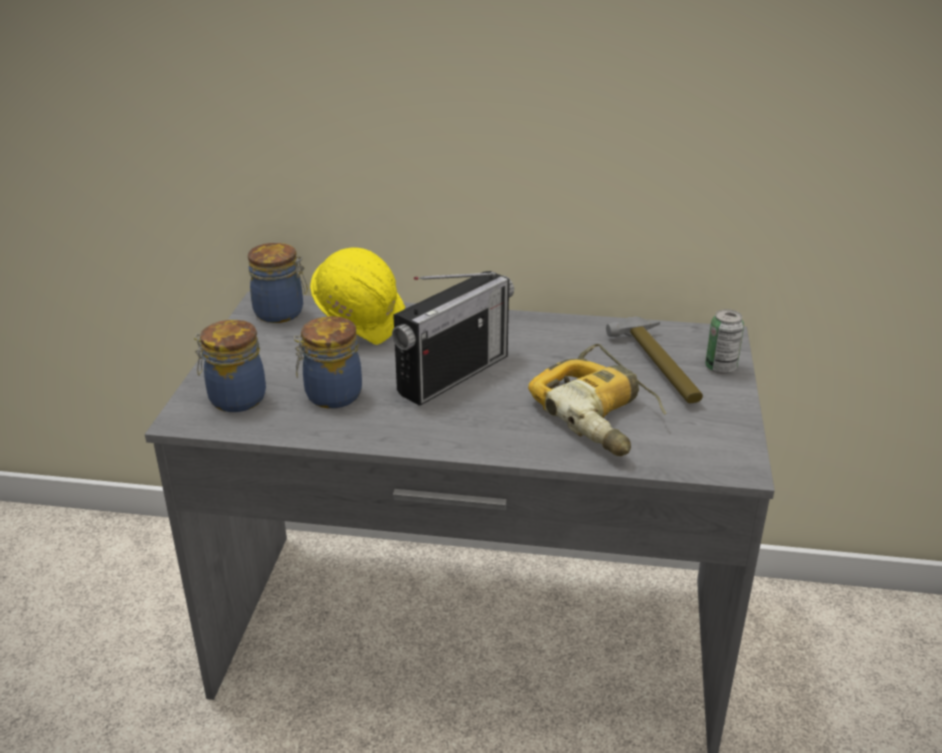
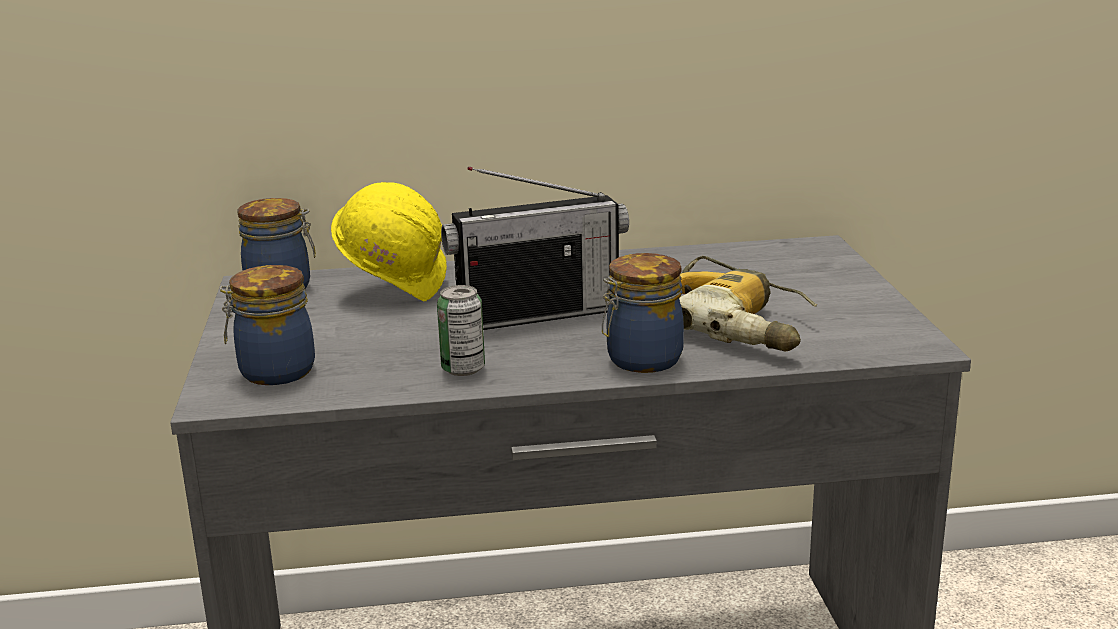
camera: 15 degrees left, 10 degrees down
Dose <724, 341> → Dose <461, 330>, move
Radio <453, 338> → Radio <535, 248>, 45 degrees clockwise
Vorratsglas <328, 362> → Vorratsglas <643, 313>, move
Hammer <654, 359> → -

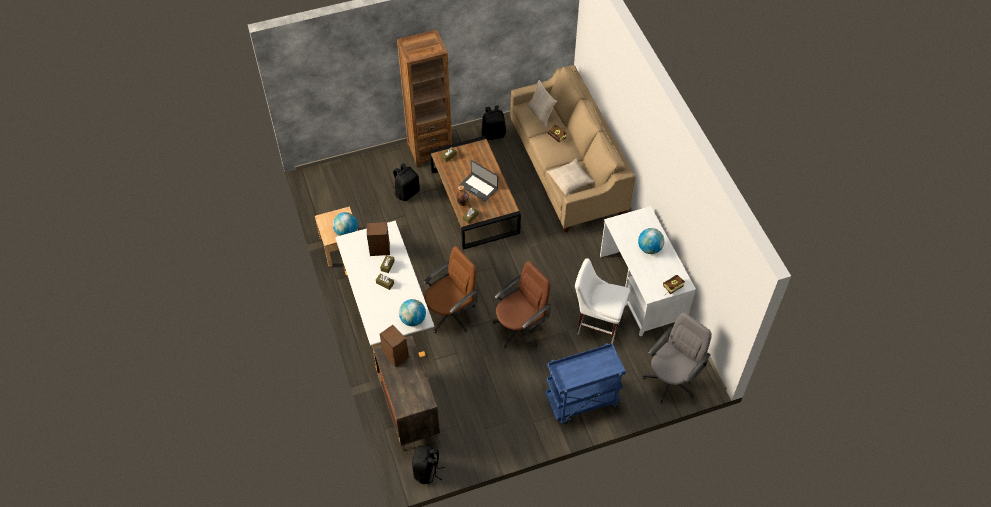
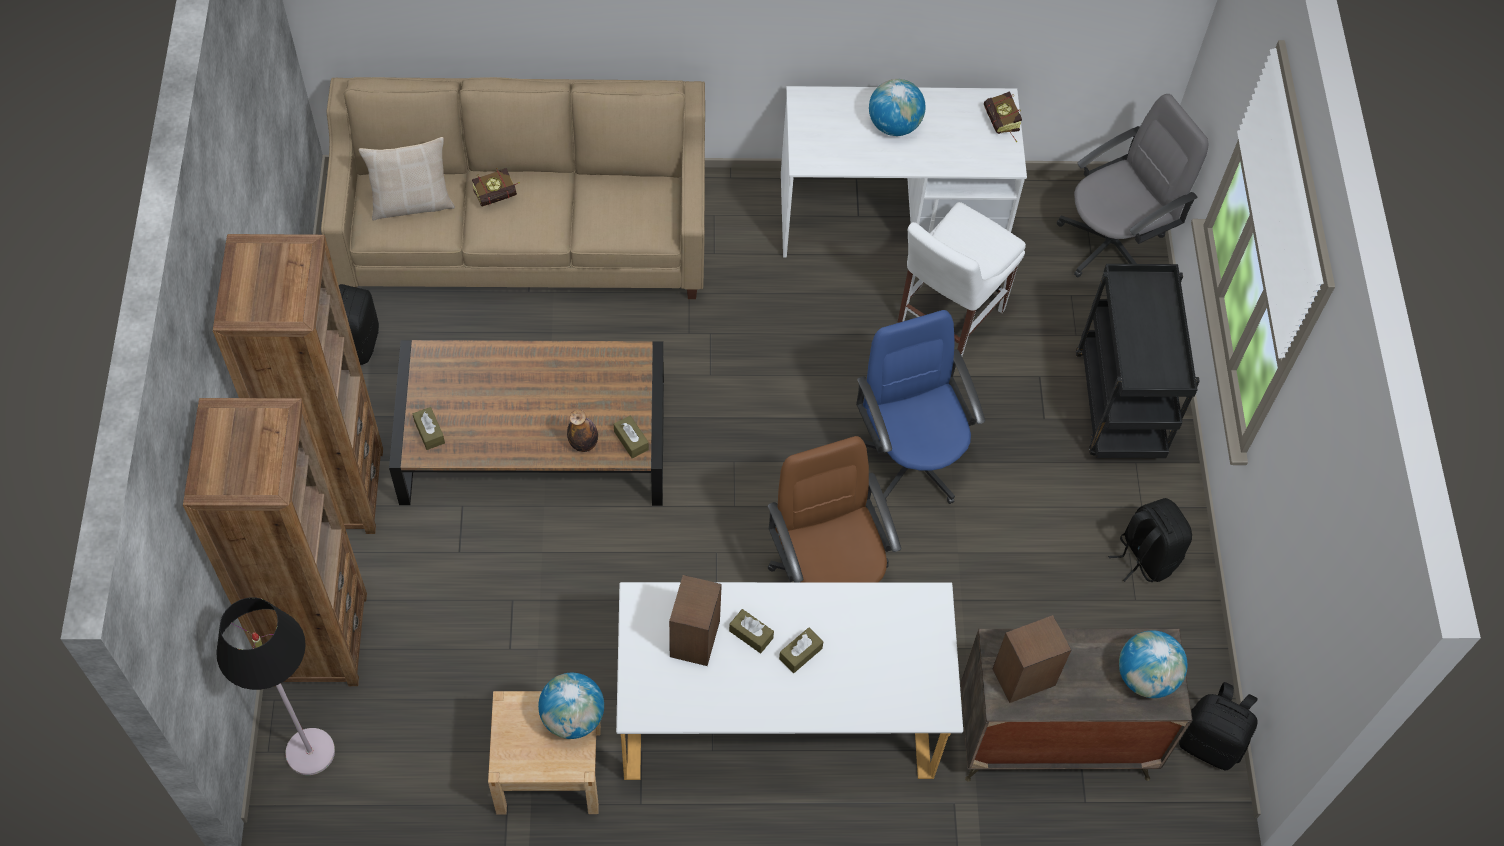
camera: 75 degrees left, 5 degrees up
- → Bücherregal/braun <275, 542>
- → Stehlampe/schwarz <275, 686>
Bürostuhl/braun <522, 304> → Bürostuhl/blau <920, 407>
Bürostuhl/grau <677, 357> → Bürostuhl/grau <1133, 185>, 90 degrees clockwise
Rollwagen/blau <585, 383> → Rollwagen/schwarz <1138, 361>
Rucksack/schwarz <406, 182> → Rucksack/schwarz <1150, 540>, move
Globus <412, 312> → Globus <1153, 664>, move
Laptop <478, 181> → -
Kissen/beige <571, 177> → -

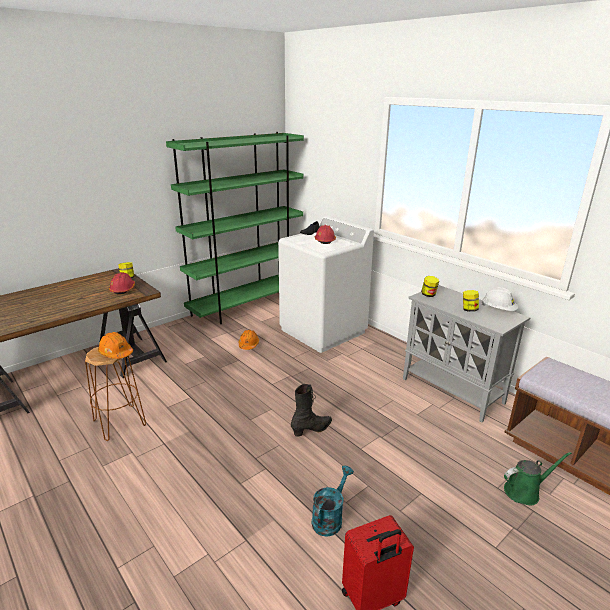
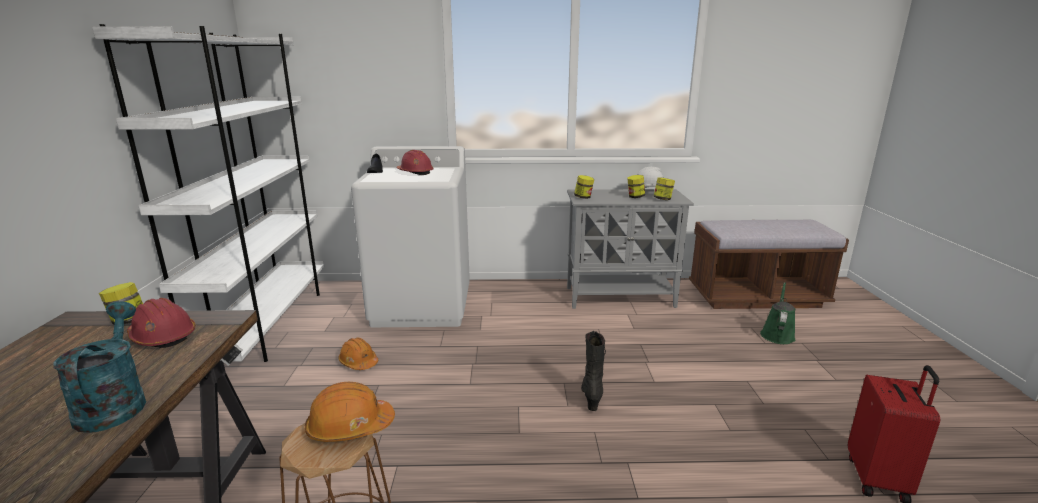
camera: 50 degrees left, 5 degrees down
Gießkanne/türkis <332, 501> → Gießkanne/türkis <99, 367>, move
Bücherregal/grün <235, 228> → Bücherregal/weiß <208, 193>
- → Vorratsglas <664, 189>

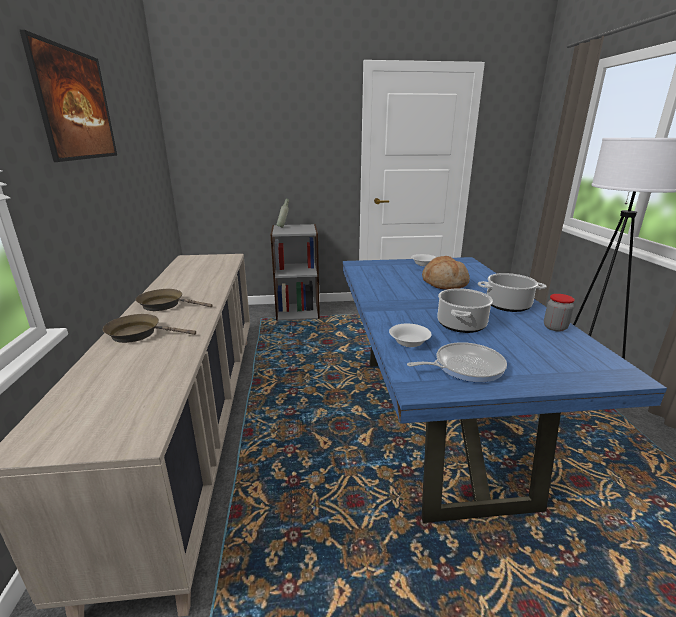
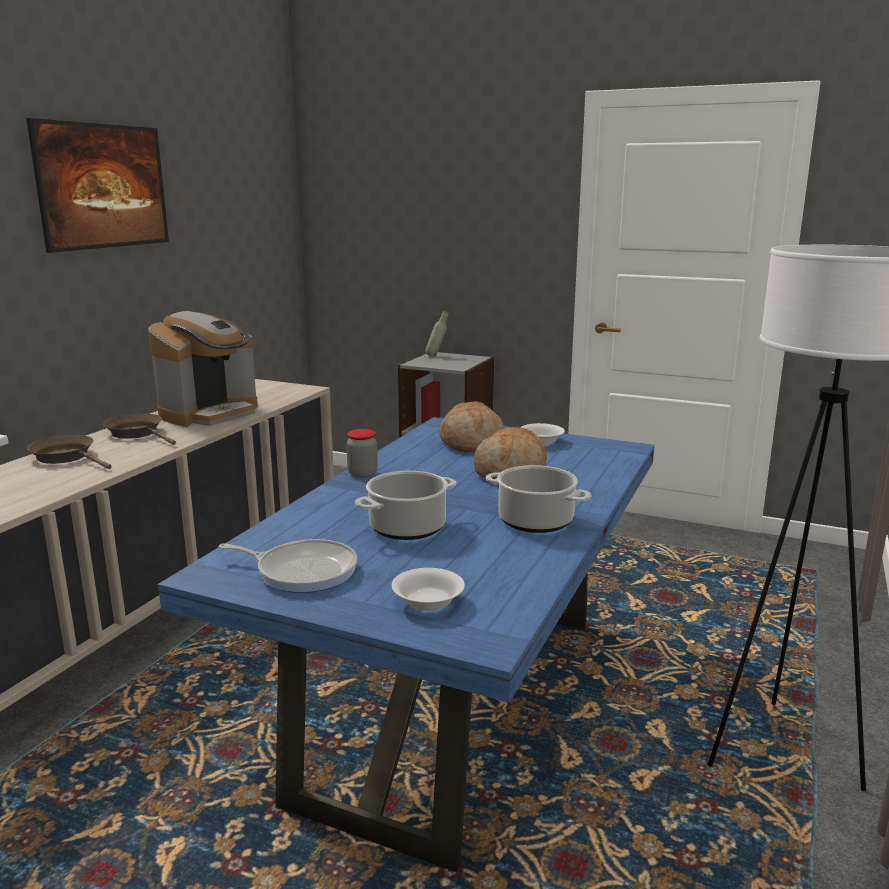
camera: 30 degrees right, 5 degrees down
- → Kaffeemaschine <203, 369>
Vorratsglas <559, 313> → Vorratsglas <362, 453>, move
Schüssel/weiß <410, 335> → Schüssel/weiß <428, 589>, move
- → Brot <472, 426>

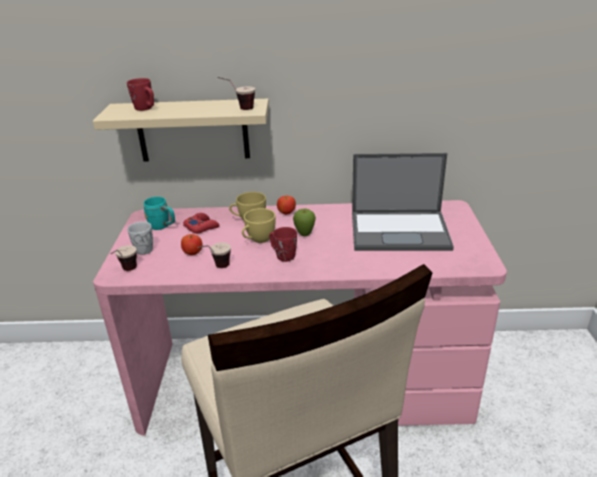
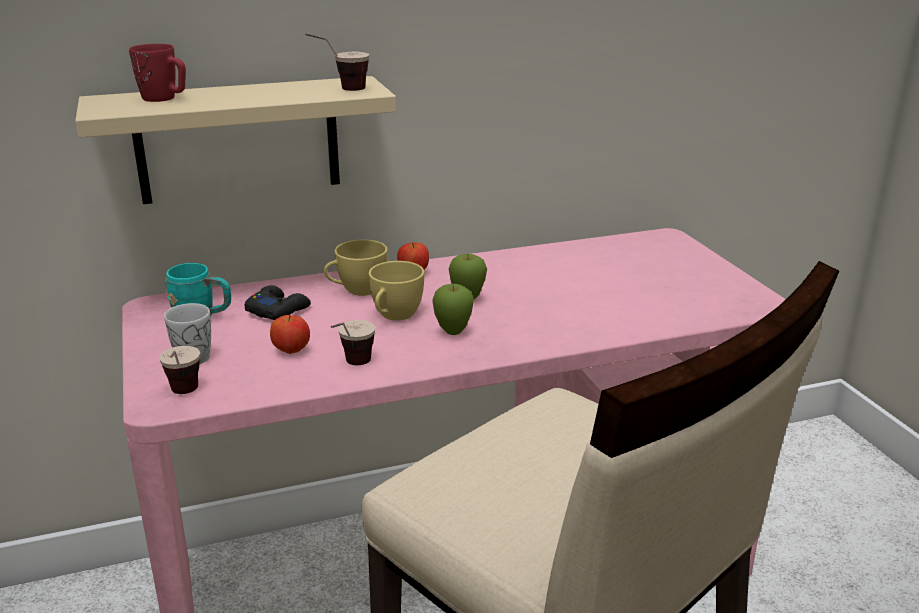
camera: 20 degrees left, 5 degrees down
Gamepad/rot <201, 223> → Gamepad/schwarz <278, 302>
Henkelbecher/rot <283, 244> → Apfel <453, 309>
Laptop <403, 202> → -

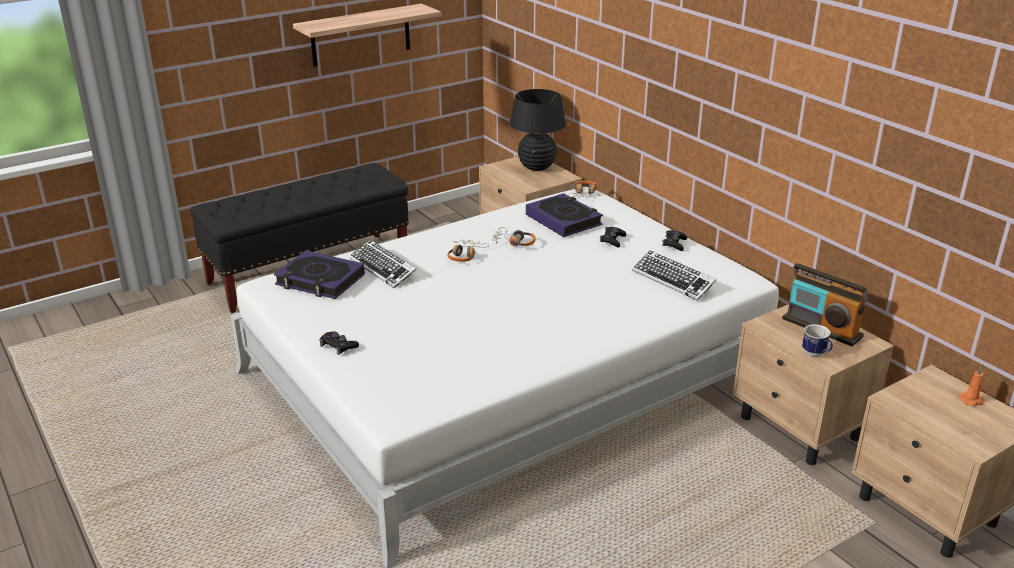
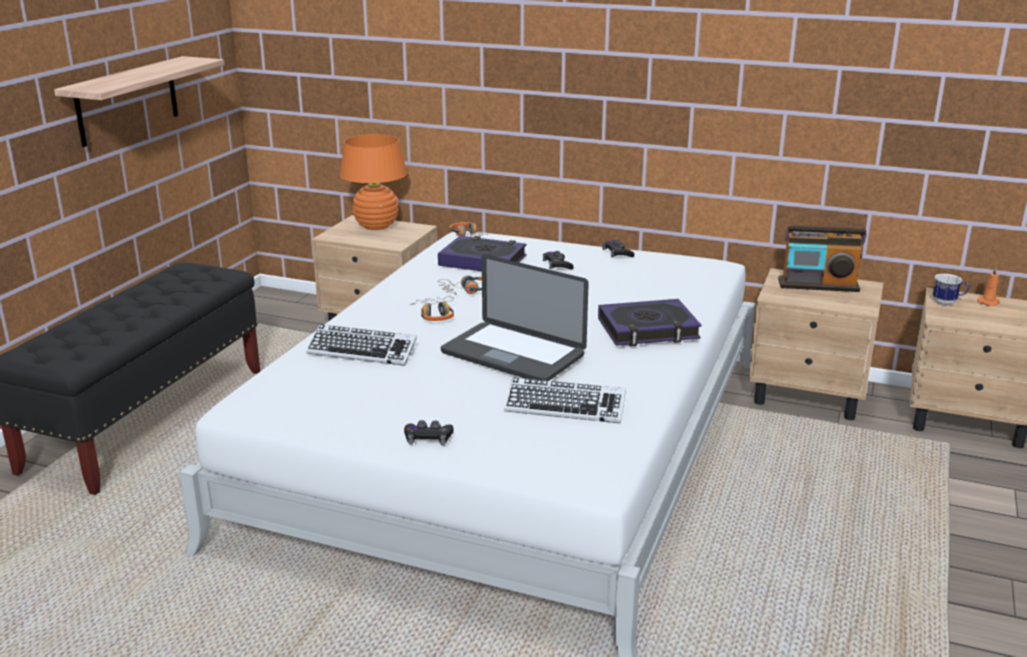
camera: 35 degrees left, 5 degrees down
Tischlampe/schwarz <537, 130> → Tischlampe/orange <373, 182>
- → Laptop <515, 318>
Tastatur <674, 275> → Tastatur <565, 400>, move
Buch <319, 274> → Buch <650, 323>, move
Henkelbecher <817, 340> → Henkelbecher <951, 289>, move

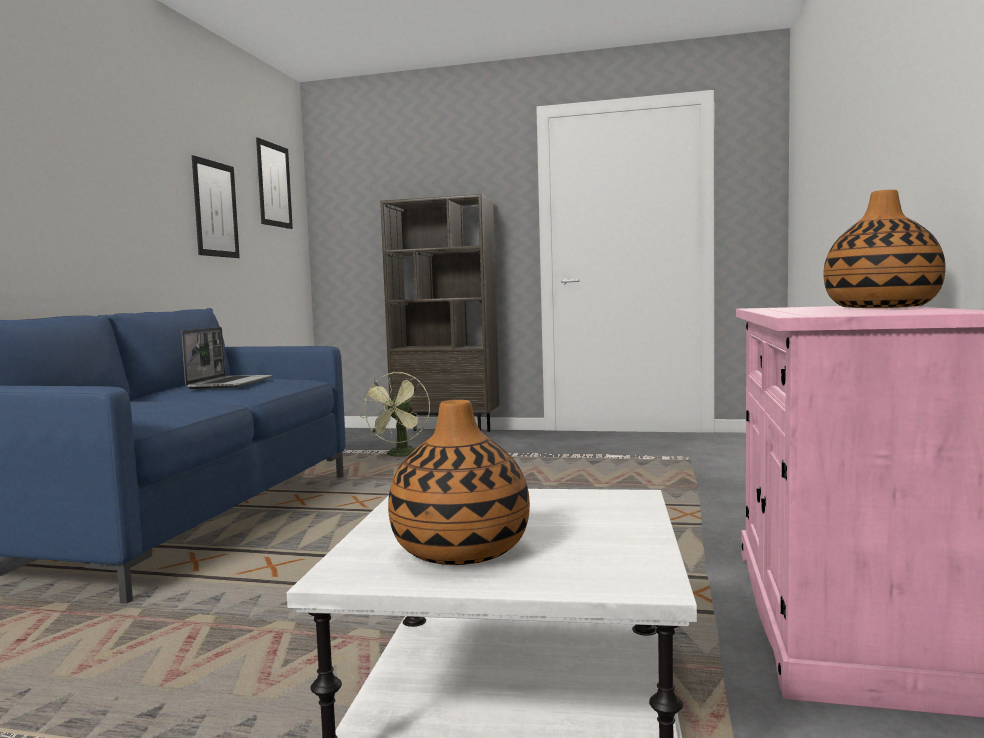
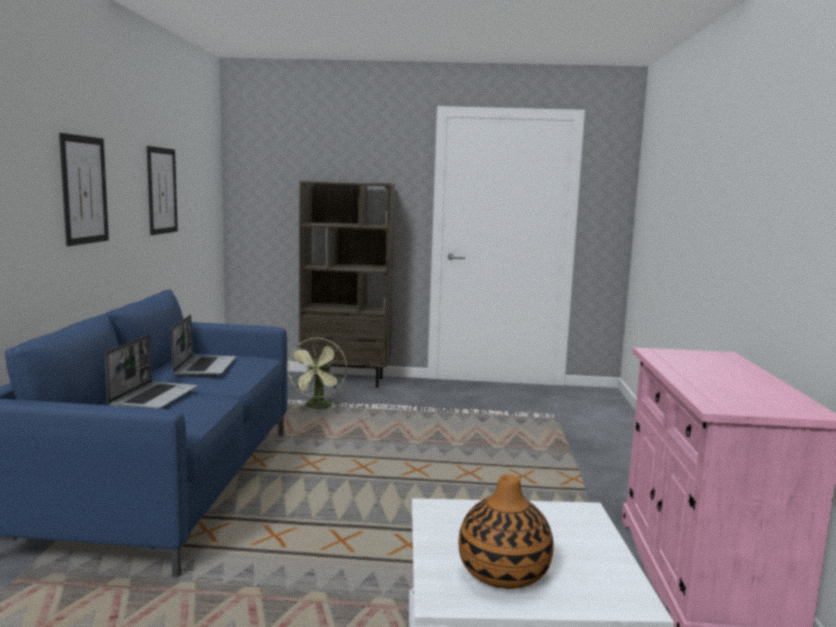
camera: 10 degrees left, 5 degrees up
Bild <274, 183> → Bild <84, 189>, move
- → Laptop <151, 372>
Vase <884, 249> → -

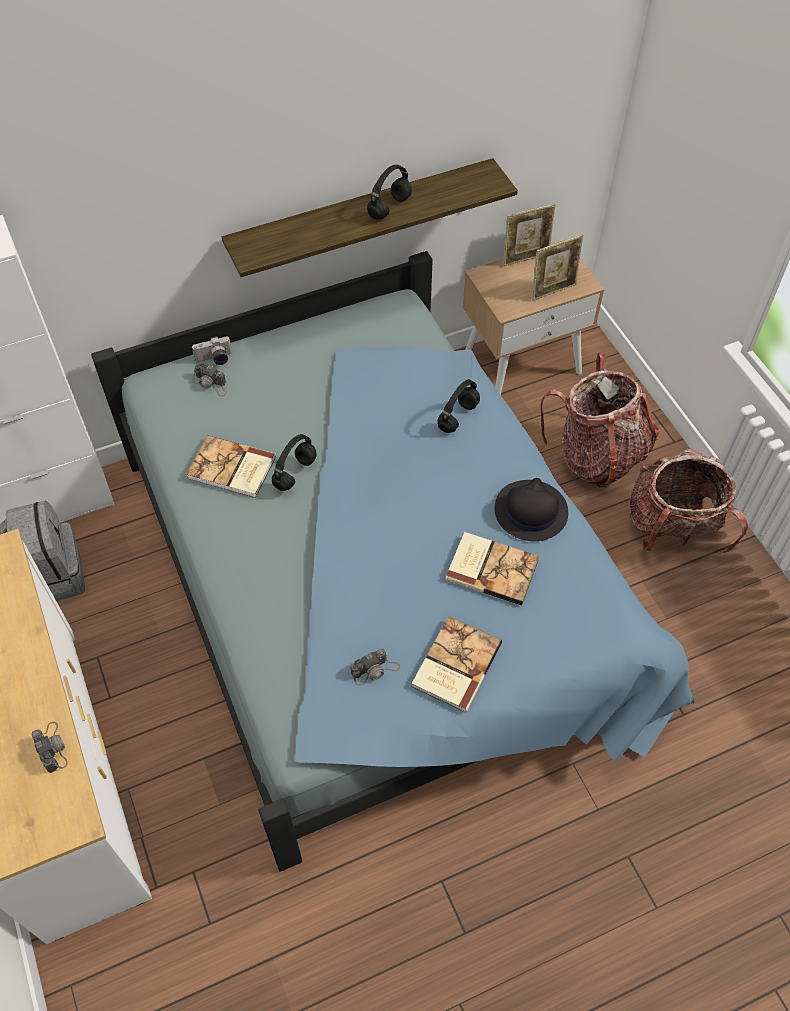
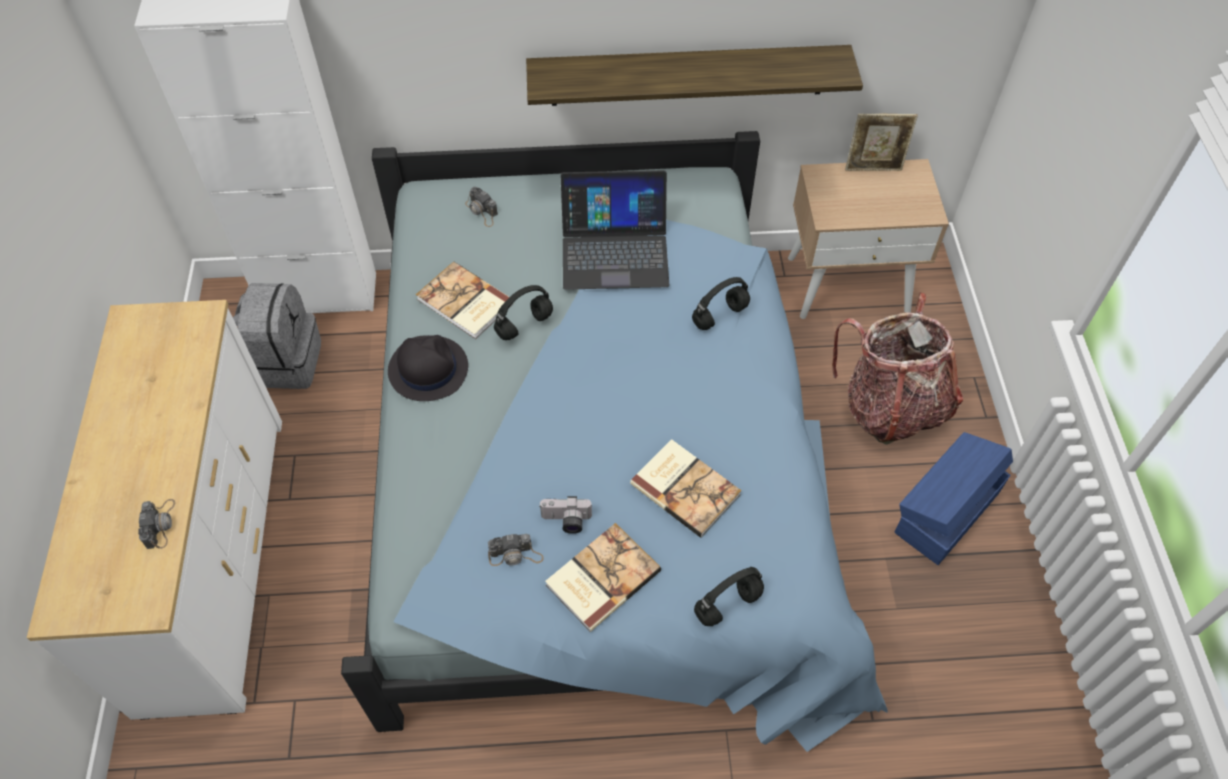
camera: 20 degrees right, 0 degrees up
Hut/schwarz <531, 509> → Hut/schwarz <428, 368>, move
Kamera <212, 350> → Kamera <566, 515>, move
- → Laptop <615, 230>
Kopfhörer/schwarz <389, 192> → Kopfhörer/schwarz <729, 596>, move
Rucksack <689, 500> → Aufbewahrungsbox/blau <953, 498>
Bilderrahmen <557, 268> → -

